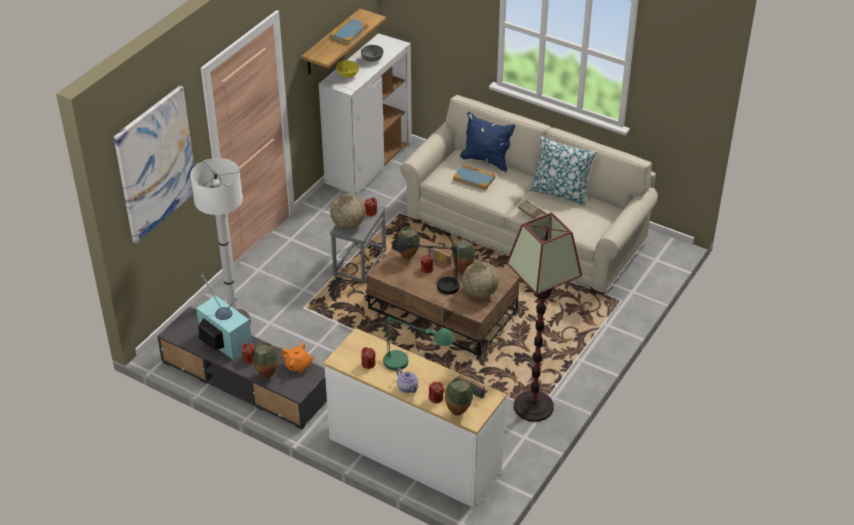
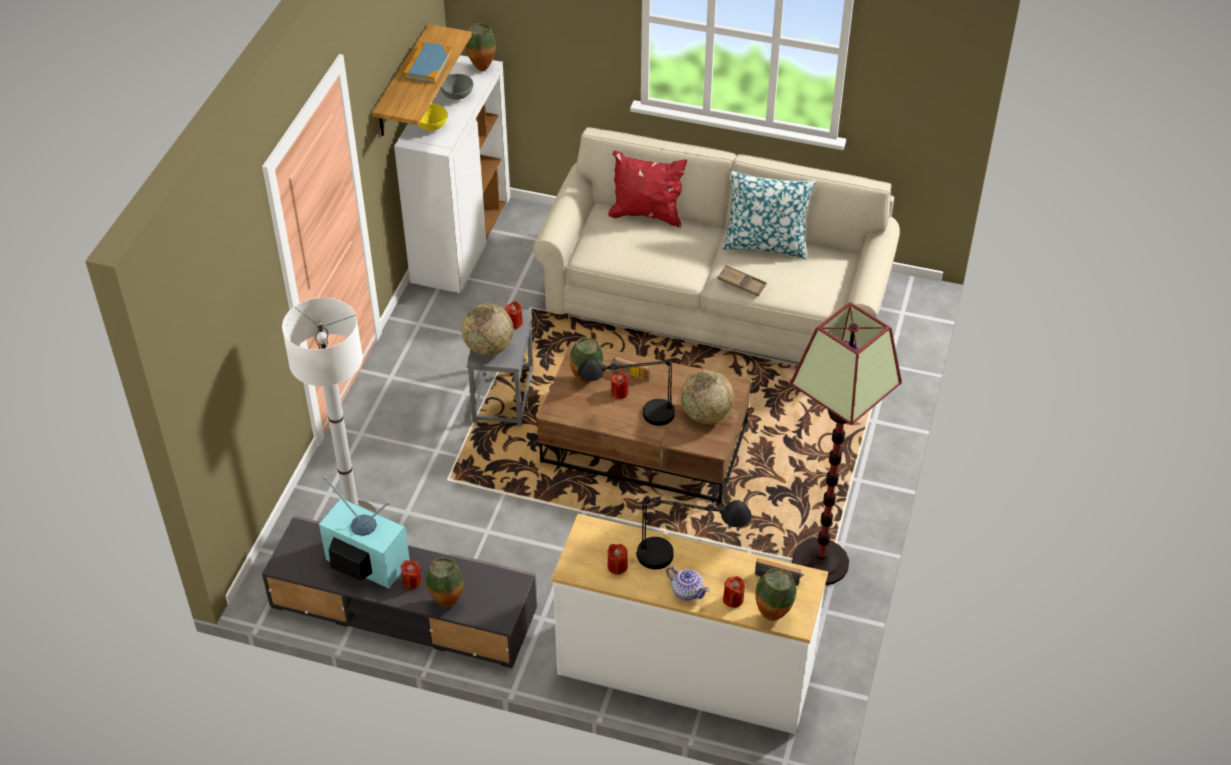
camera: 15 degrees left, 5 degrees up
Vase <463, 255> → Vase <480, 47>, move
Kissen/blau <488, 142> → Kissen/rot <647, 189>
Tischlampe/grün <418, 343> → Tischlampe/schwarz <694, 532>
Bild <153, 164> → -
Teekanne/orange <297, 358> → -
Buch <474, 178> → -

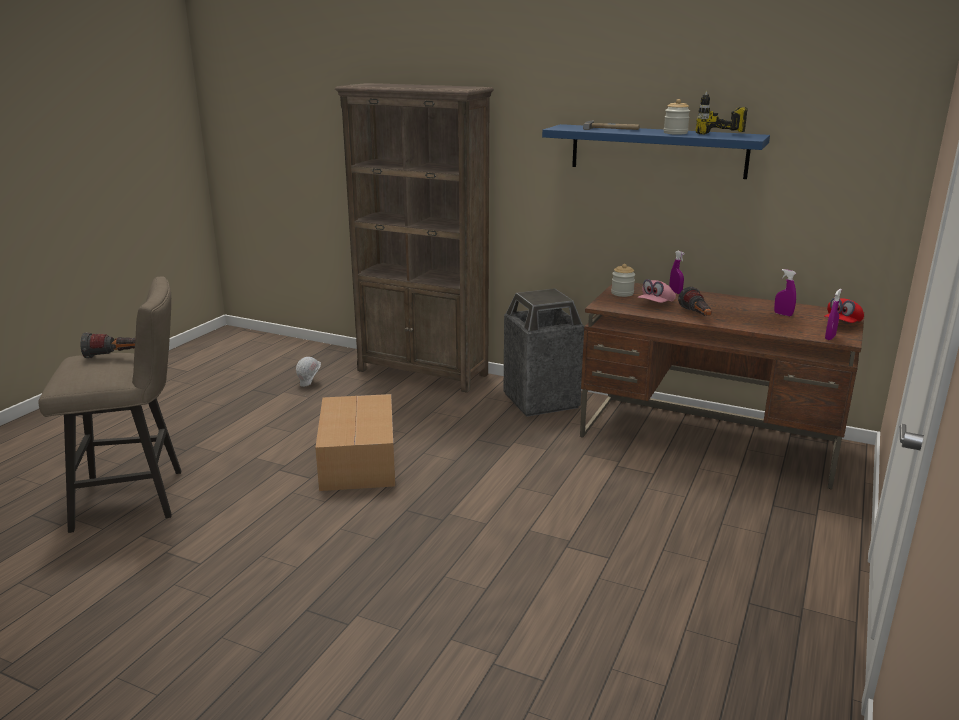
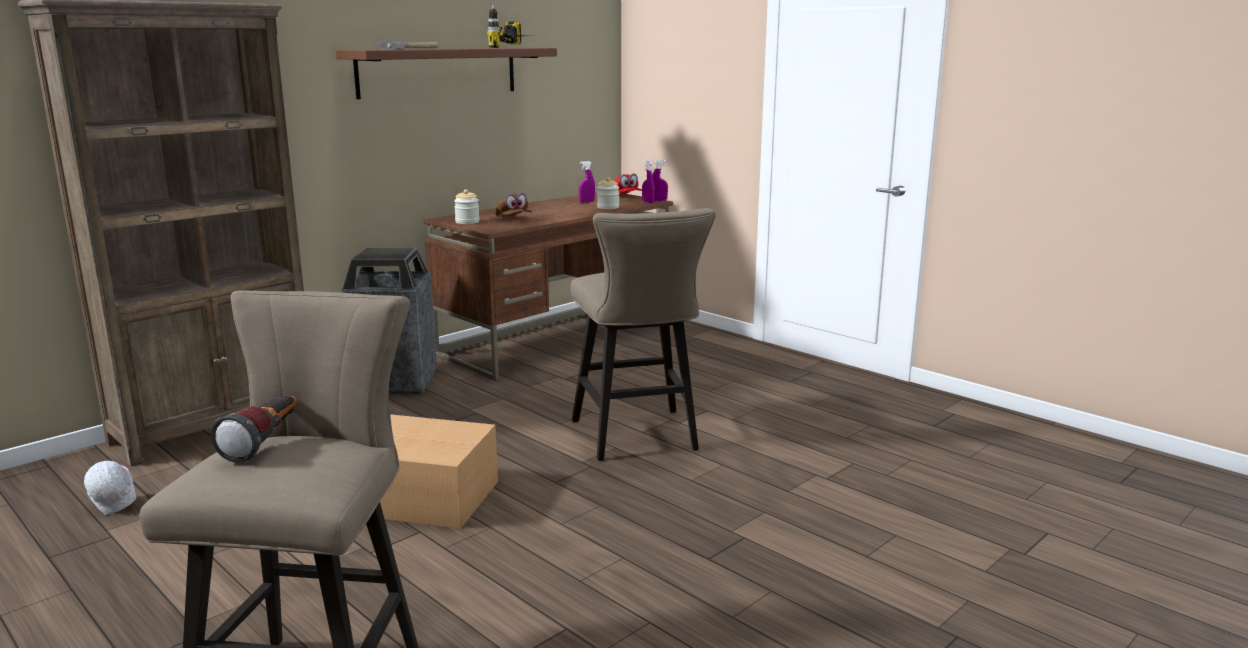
camera: 70 degrees left, 5 degrees down
Wandregal/blau <656, 151> → Wandregal/braun <446, 73>
Kappe/rosa <657, 291> → Kappe/braun <513, 205>
- → Hocker/beige <643, 334>
Vorratsglas <677, 117> → Vorratsglas <608, 193>, move
Sprühflasche/lila <677, 272> → Sprühflasche/lila <660, 180>, move
Taschenlampe <695, 301> → -

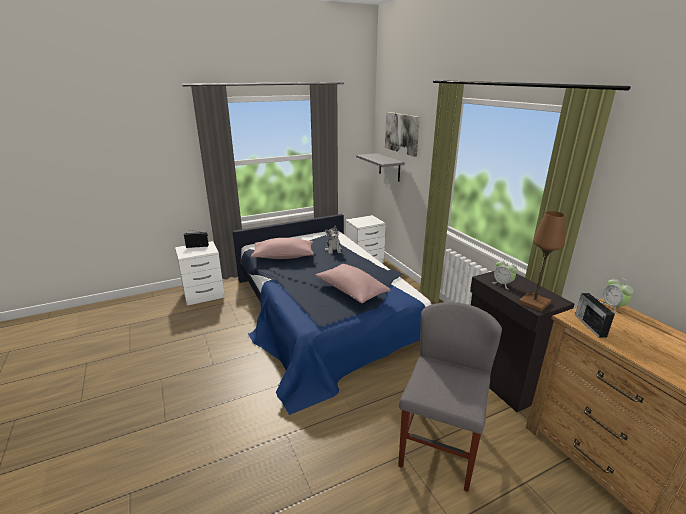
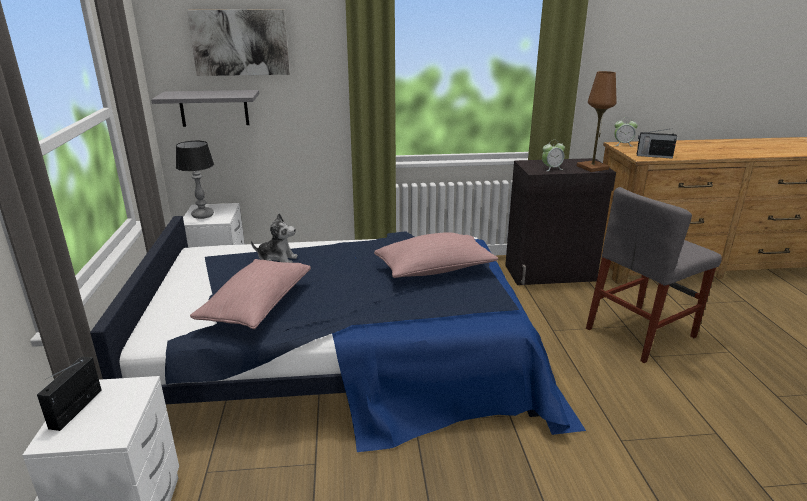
camera: 70 degrees left, 0 degrees up
- → Tischlampe <195, 180>
Stuhl/grau <450, 397> → Stuhl/grau <654, 275>, 75 degrees counterclockwise

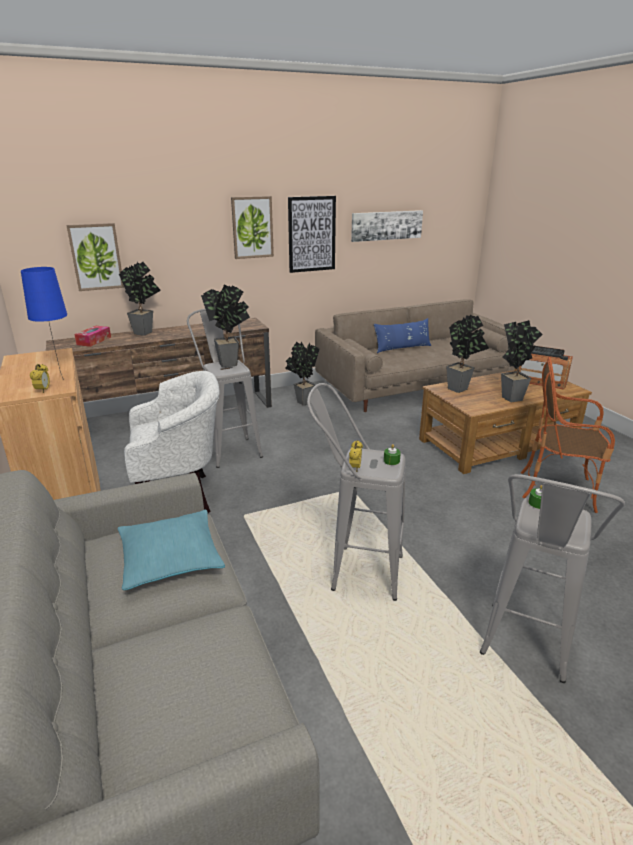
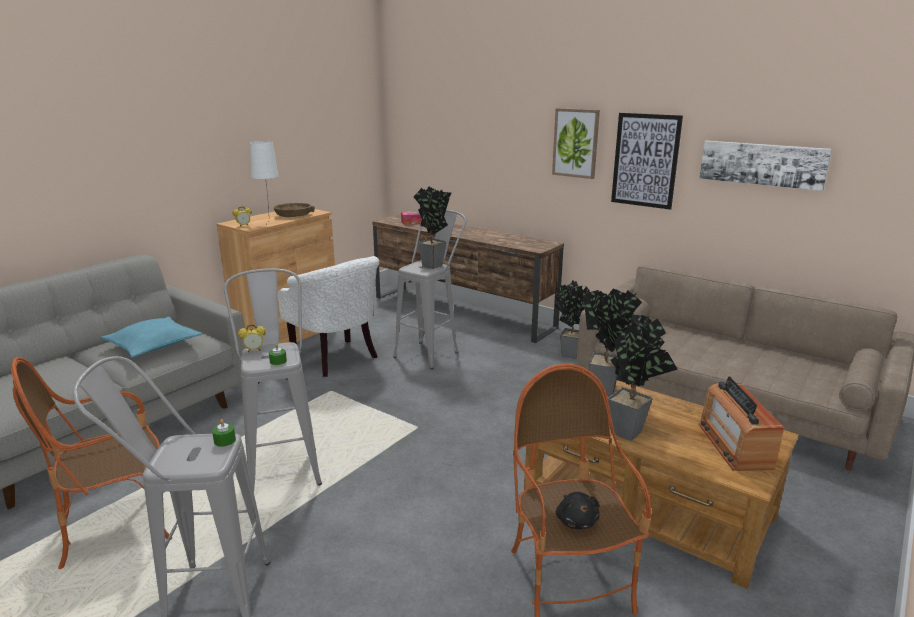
camera: 60 degrees right, 5 degrees down
- → Sessel <91, 463>
Tischlampe/blau <44, 323> → Tischlampe/weiß <264, 182>
- → Schüssel/braun <294, 210>
- → Plüschtier/schwarz <578, 510>
Bild <95, 257> → -
Topfpflanze <140, 299> → -
Kissen/blau <402, 335> → -

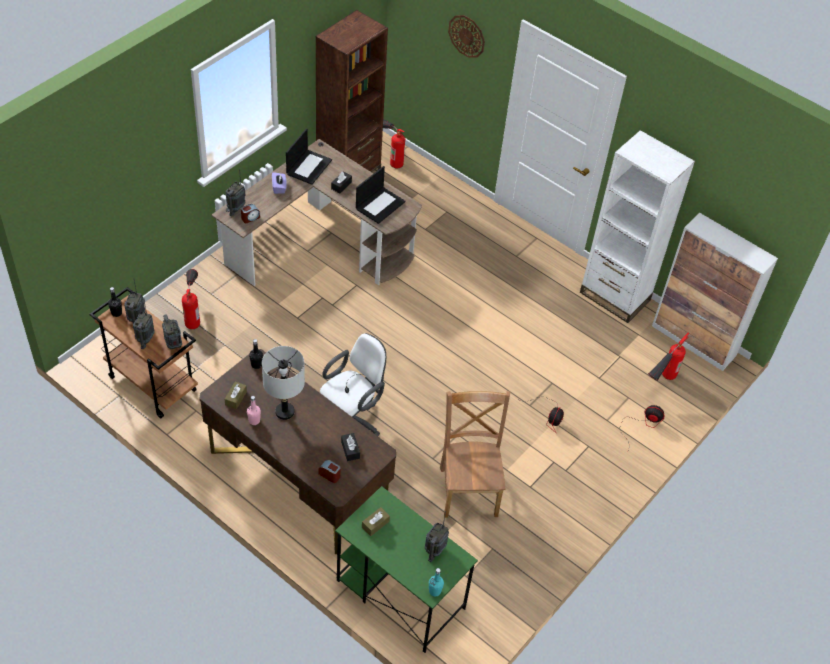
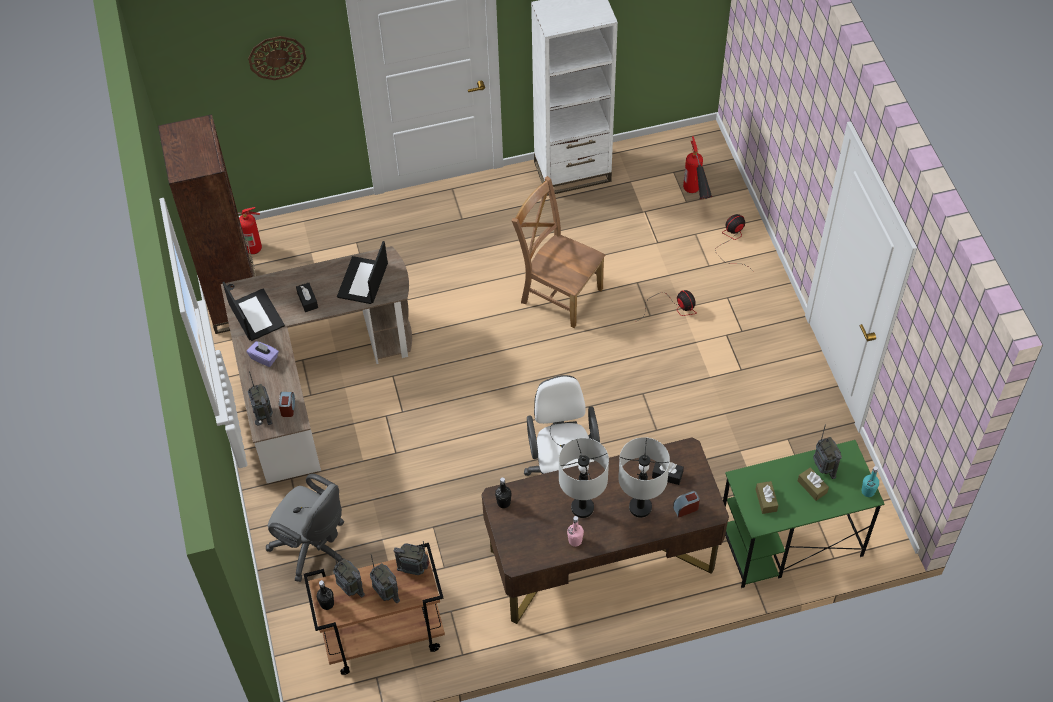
camera: 50 degrees left, 5 degrees up
Feuerlöscher <191, 299> → Bürostuhl/grau <305, 528>
Laptop <380, 195> → Laptop <362, 272>, 150 degrees counterclockwise
Stuhl/braun <475, 454> → Stuhl/braun <558, 252>, move
- → Tischlampe/grau <644, 477>
Taschentuchbox/braun <236, 395> → Taschentuchbox/braun <813, 484>, move
Schrank <715, 292> → -

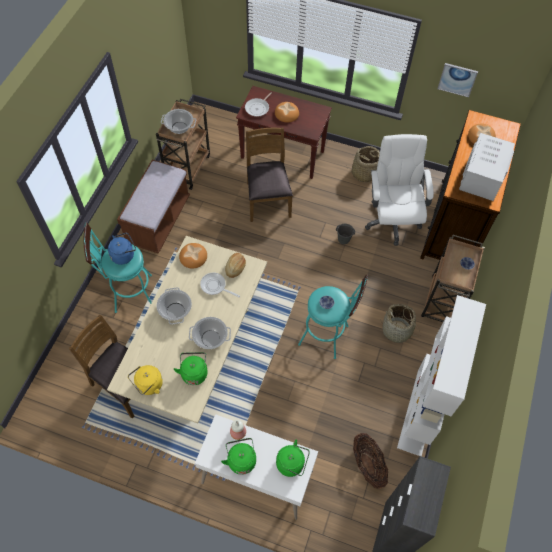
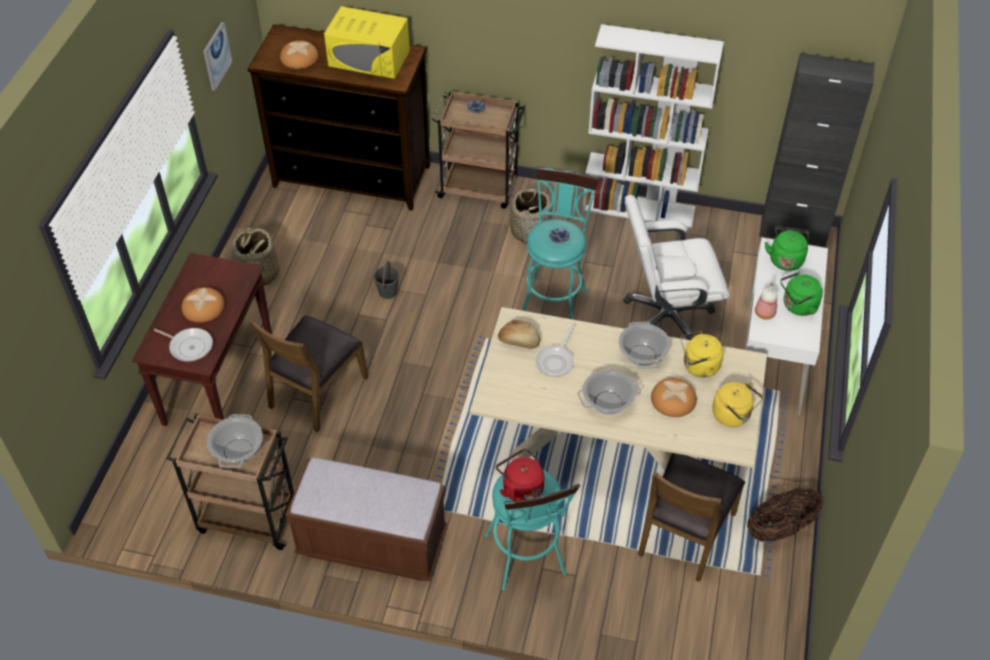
camera: 95 degrees left, 10 degrees down
Stuhl/braun <269, 175> → Stuhl/braun <308, 374>, 45 degrees counterclockwise
Mikrowelle/weiß <487, 167> → Mikrowelle/gelb <367, 42>
Wasserkessel/blau <122, 249> → Wasserkessel/rot <520, 474>
Bürostuhl/weiß <399, 190> → Bürostuhl/weiß <676, 267>, move
Brot <193, 256> → Brot <674, 397>, move
Wasserkessel/grün <191, 368> → Wasserkessel/gelb <702, 354>
Korb <370, 461> → Korb <785, 515>, move

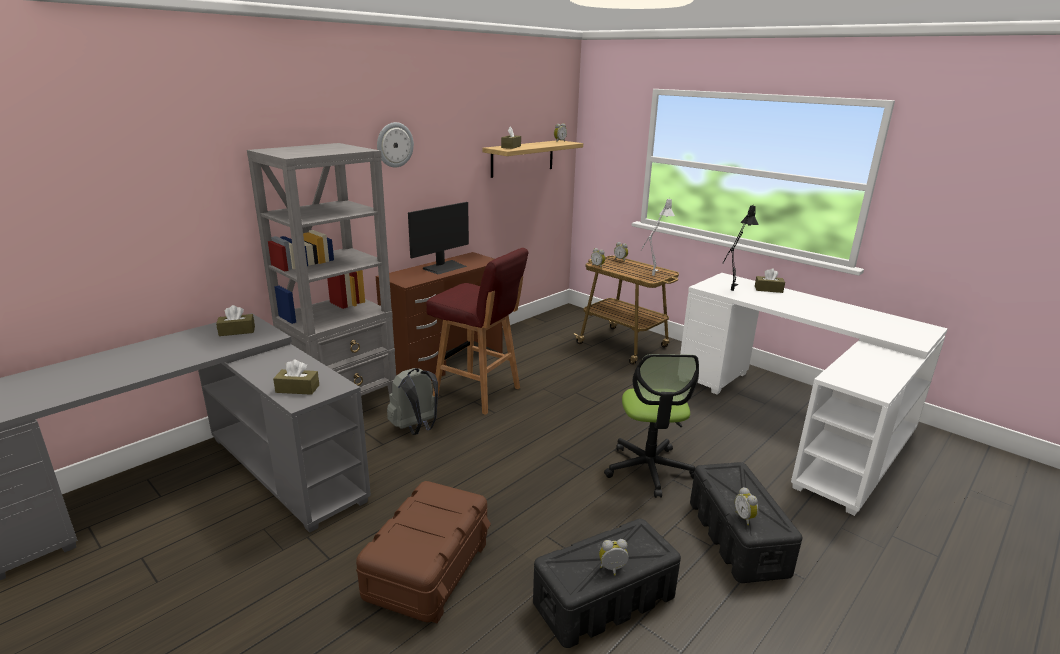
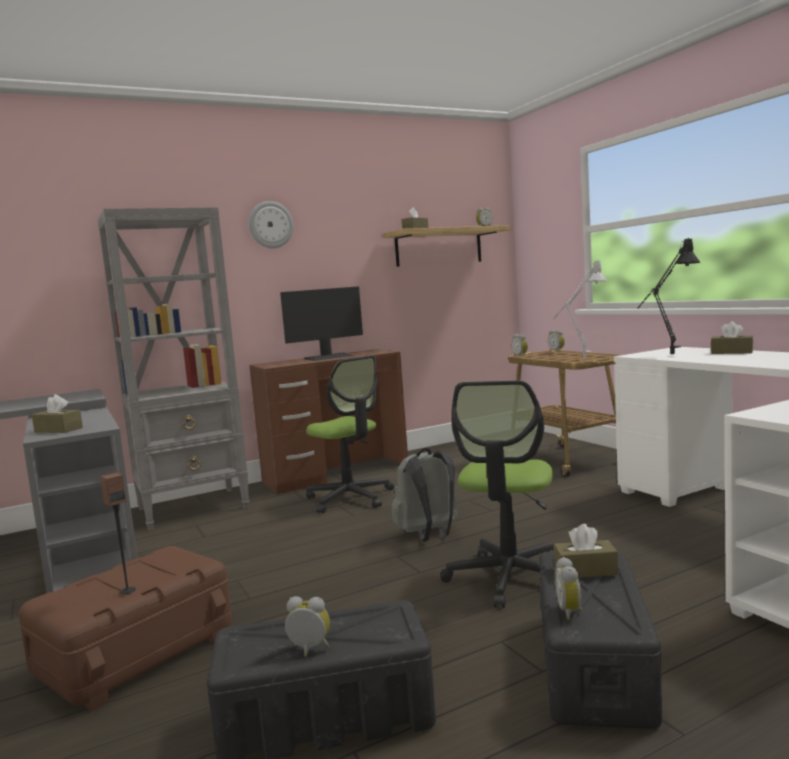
camera: 20 degrees right, 15 degrees down
- → Lautsprecher <118, 533>
Hocker/rot <477, 331> → Bürostuhl <350, 434>
Rucksack/grau <412, 401> → Rucksack/grau <424, 495>, move
Taschentuchbox/braun <235, 320> → Taschentuchbox/braun <586, 551>, move

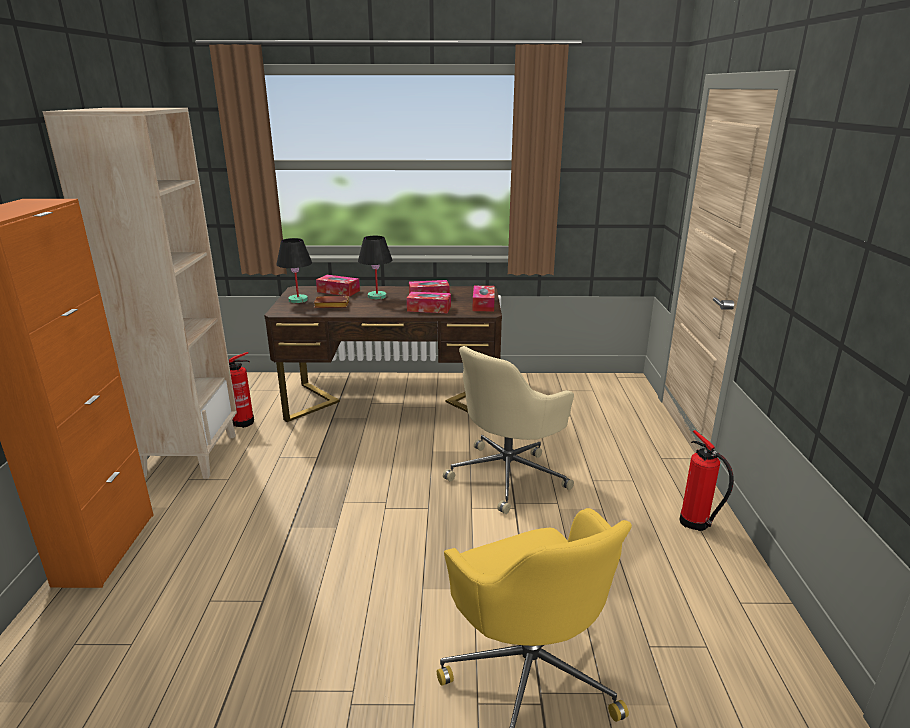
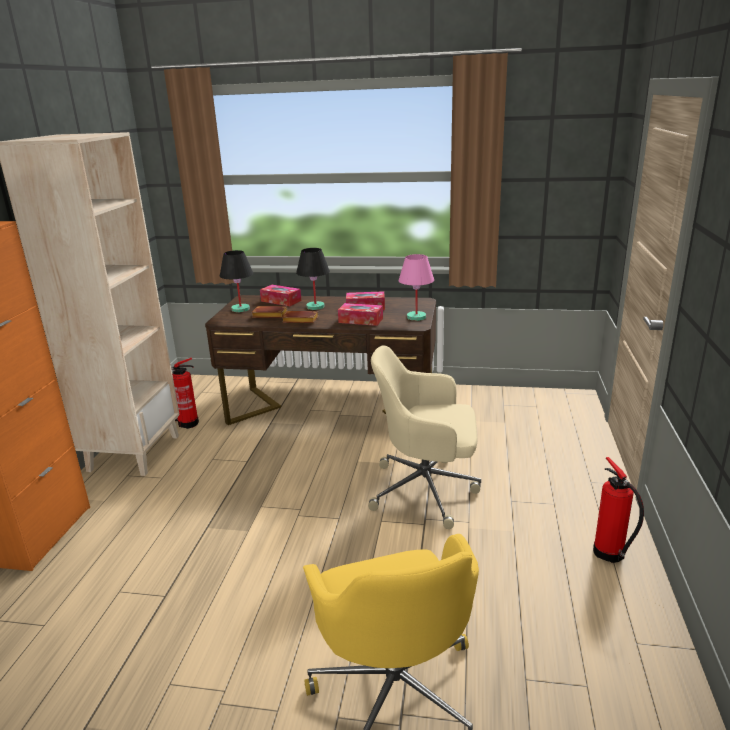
camera: 10 degrees right, 0 degrees up
- → Buch/braun <300, 317>
Bürostuhl/beige <508, 430> → Bürostuhl/beige <424, 437>, 45 degrees clockwise
Taschentuchbox <484, 299> → Tischlampe/rosa <416, 287>

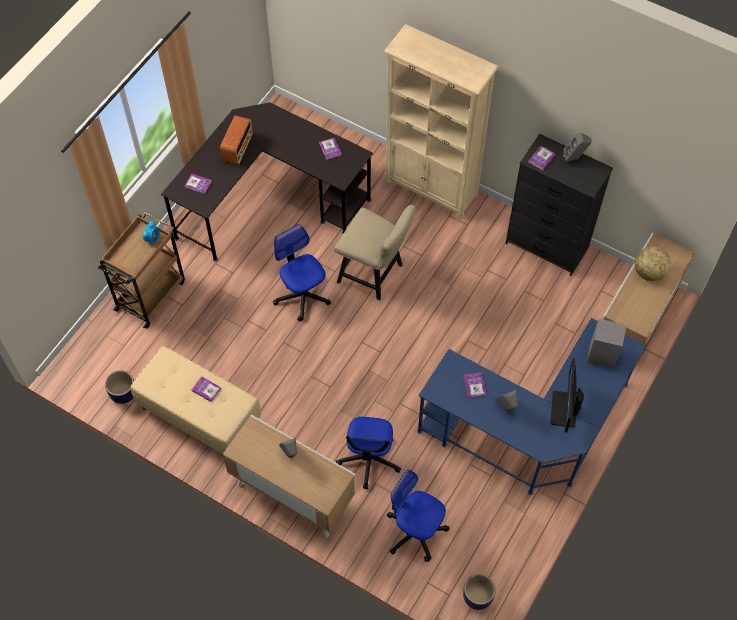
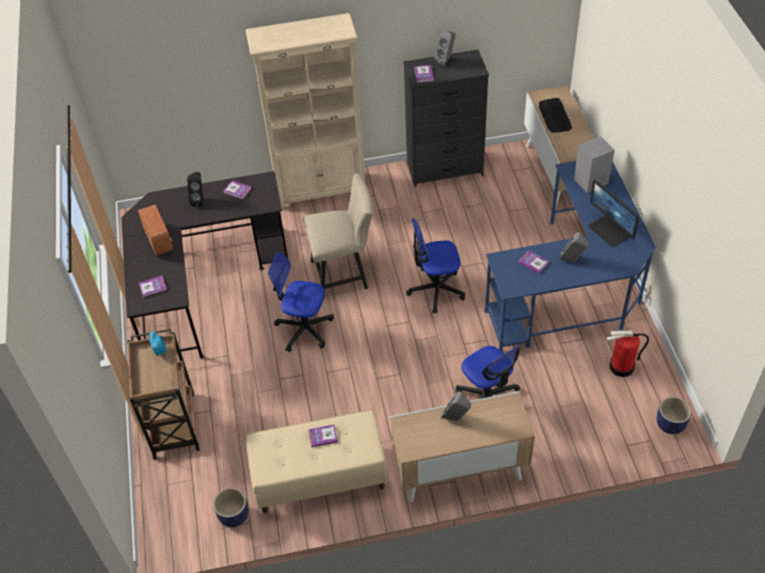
camera: 40 degrees left, 10 degrees down
- → Lautsprecher/schwarz <195, 189>
Bürostuhl <418, 516> → Bürostuhl <435, 266>, move
Globus <653, 263> → Tastatur <555, 115>
- → Feuerlöscher <628, 353>

